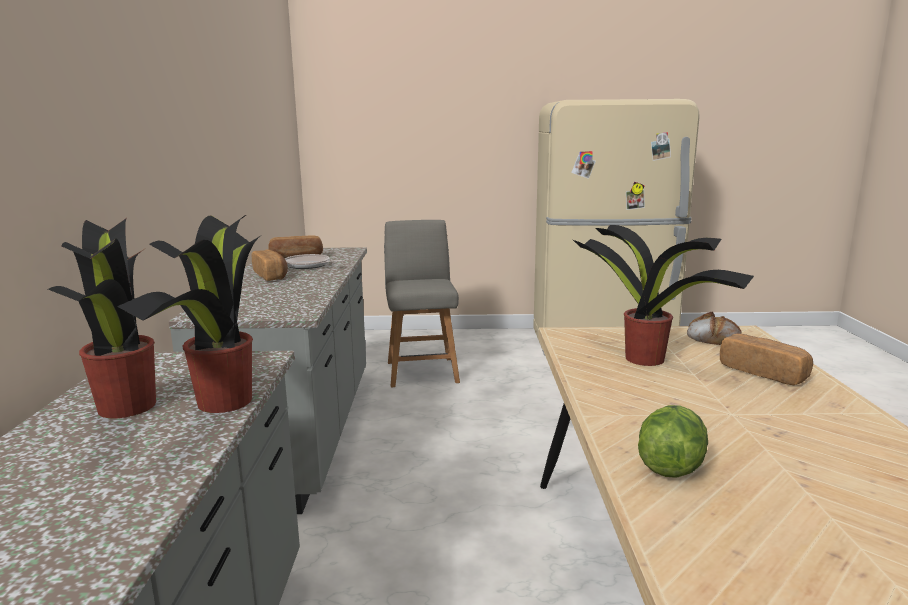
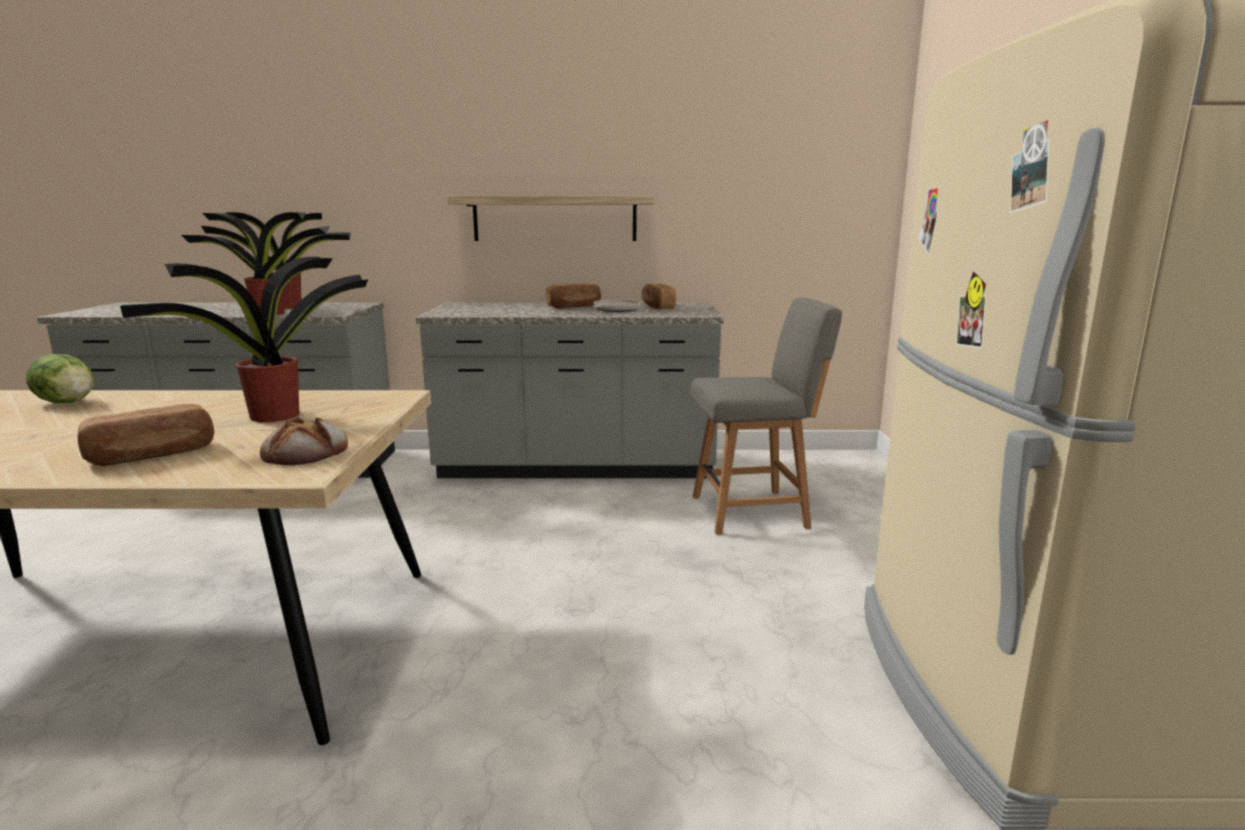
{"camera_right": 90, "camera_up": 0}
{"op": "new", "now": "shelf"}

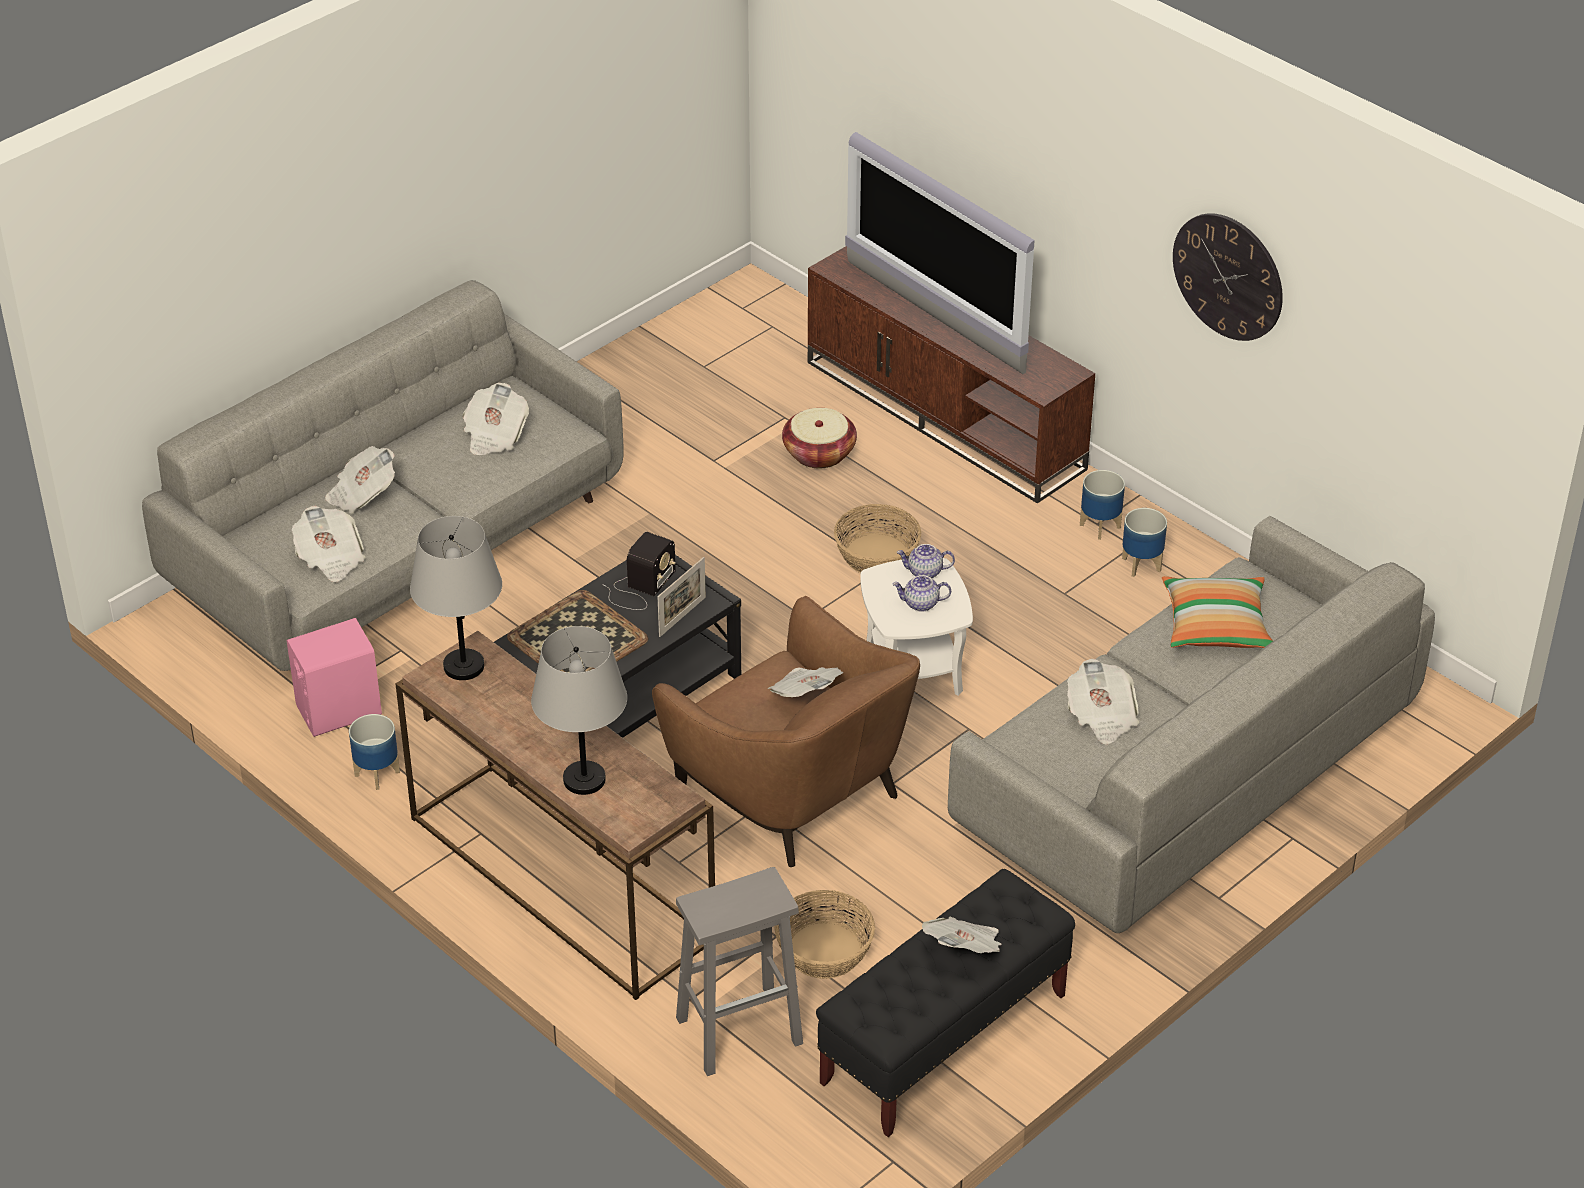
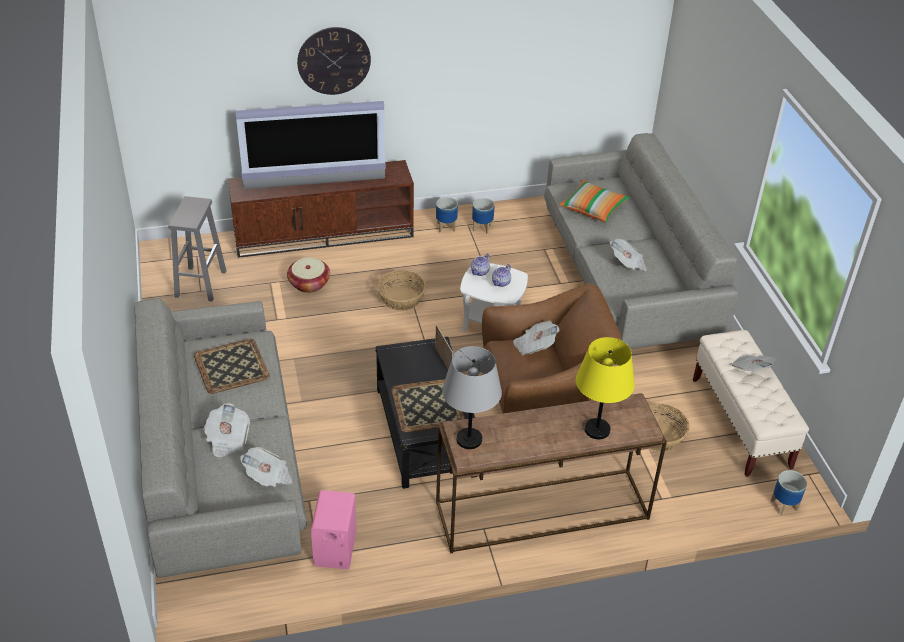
{"camera_right": -60, "camera_up": 0}
{"op": "shifted", "was": "grey stool"}
{"op": "swapped", "was": "newspaper (no. 3 from left)", "now": "tray (no. 1 from left)"}
{"op": "shifted", "was": "wall clock"}
{"op": "repainted", "was": "grey table lamp (no. 2 from left)", "now": "yellow table lamp"}
{"op": "repainted", "was": "black bench", "now": "beige bench"}
{"op": "shifted", "was": "planter (no. 1 from left in the first image)", "now": "planter (no. 3 from left)"}
{"op": "gone", "was": "radio"}

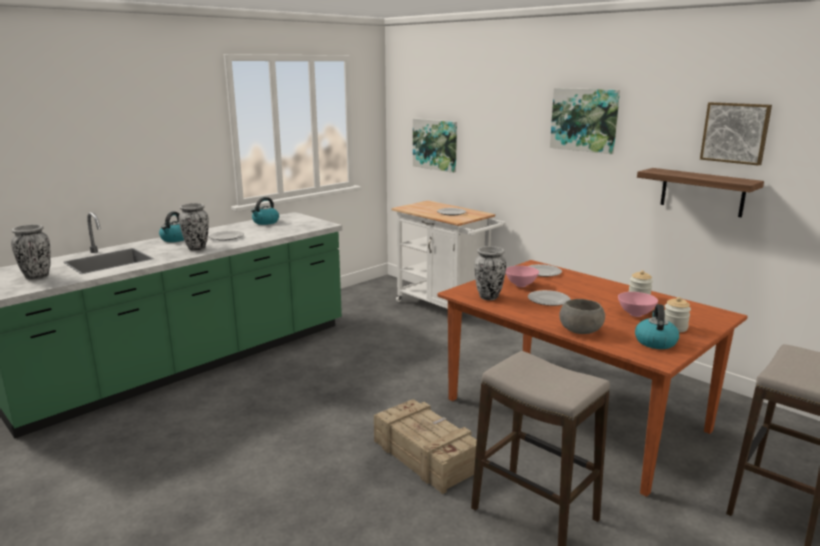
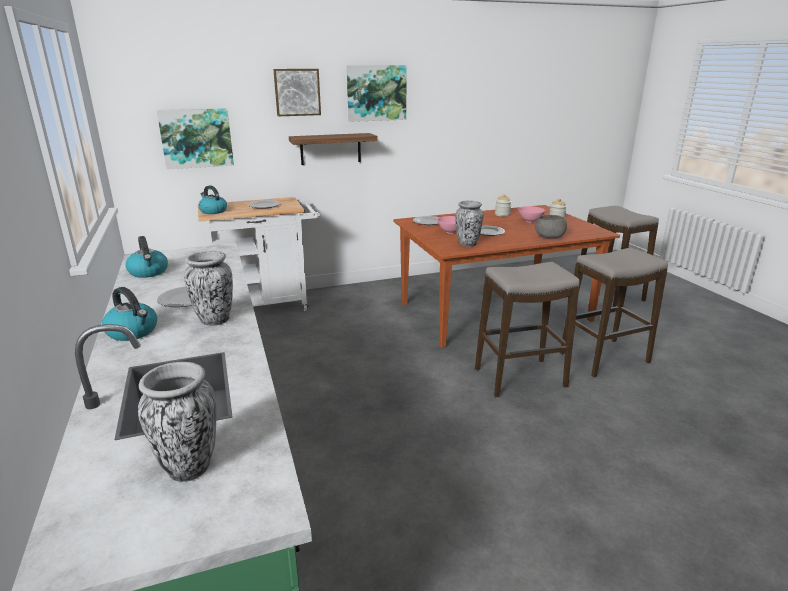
{"camera_right": -65, "camera_up": 5}
{"op": "shifted", "was": "kettle (no. 3 from left)"}
{"op": "shifted", "was": "picture (no. 3 from left in the first image)", "now": "picture (no. 2 from left)"}
{"op": "shifted", "was": "shelf"}
{"op": "swapped", "was": "crate", "now": "stool (no. 1 from left)"}

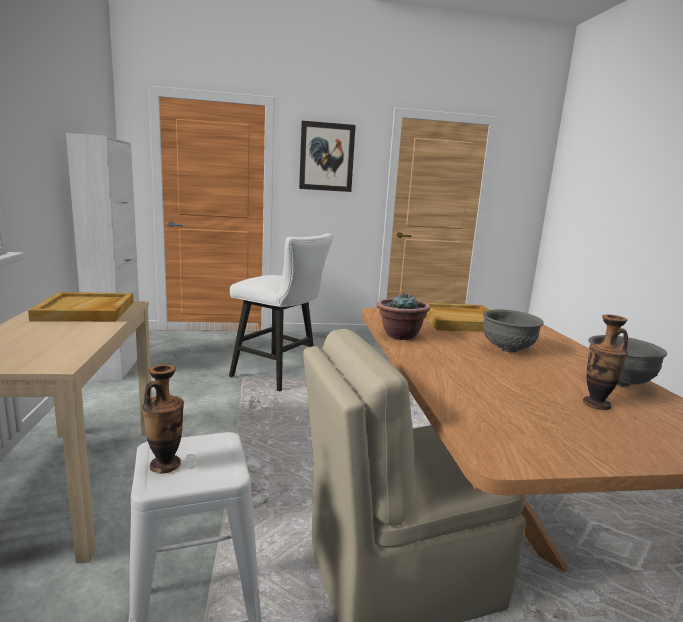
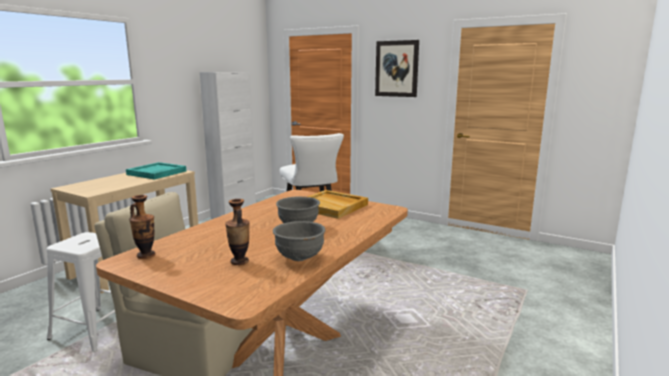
{"camera_right": 40, "camera_up": 0}
{"op": "repainted", "was": "beige tray (no. 1 from left)", "now": "turquoise tray"}
{"op": "shifted", "was": "vase (no. 1 from left)"}
{"op": "gone", "was": "potted plant"}

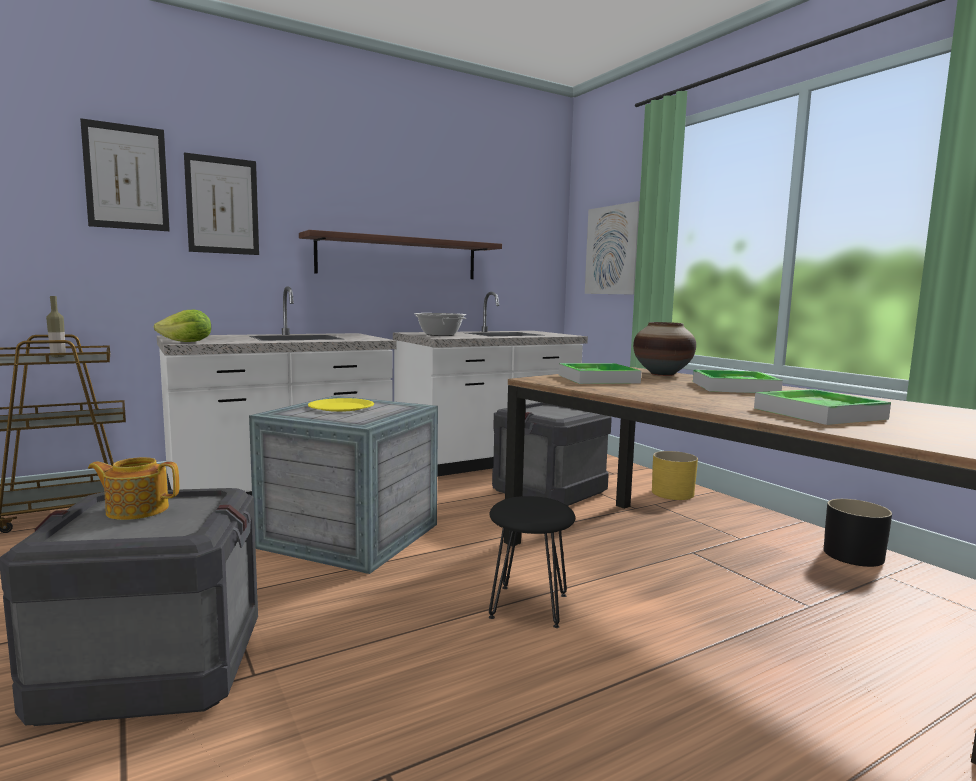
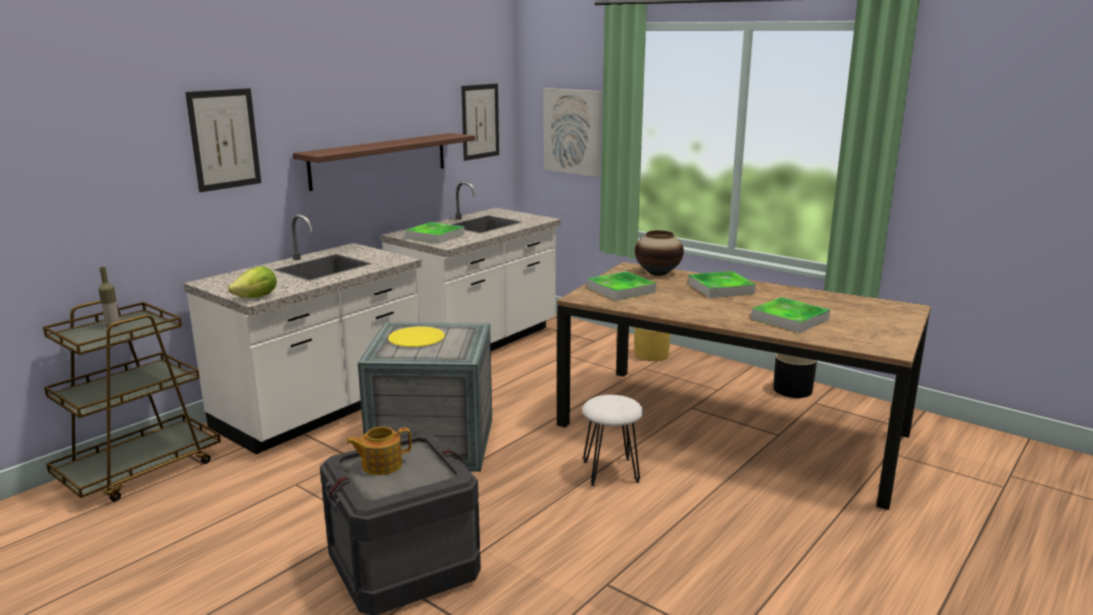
{"camera_right": -20, "camera_up": 10}
{"op": "swapped", "was": "cooking pot", "now": "tray (no. 1 from left)"}
{"op": "shifted", "was": "picture (no. 1 from left in the first image)", "now": "picture (no. 2 from left)"}
{"op": "repainted", "was": "black stool", "now": "white stool"}
{"op": "gone", "was": "crate (no. 3 from left)"}

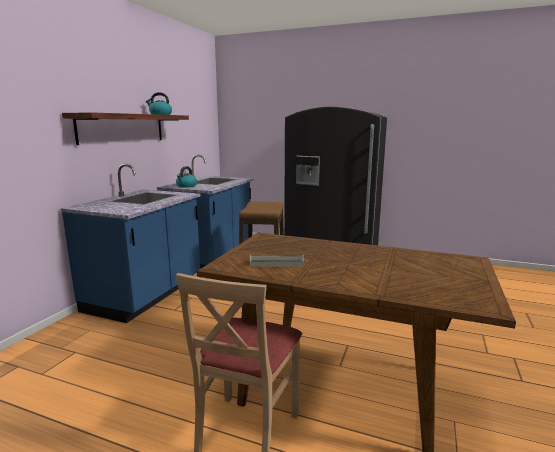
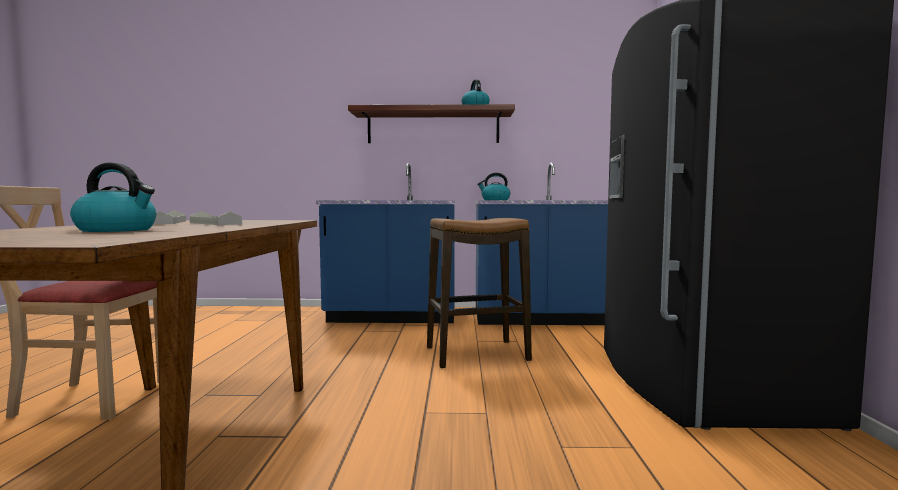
{"camera_right": 70, "camera_up": -10}
{"op": "new", "now": "kettle (no. 1 from left)"}
{"op": "new", "now": "grey tray (no. 2 from left)"}

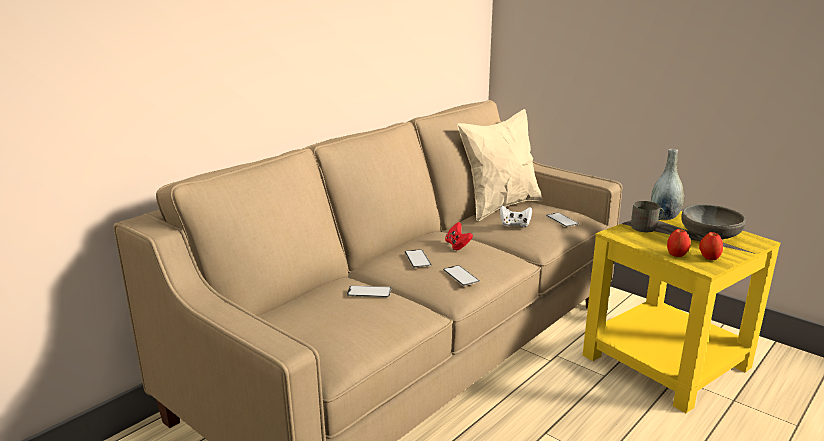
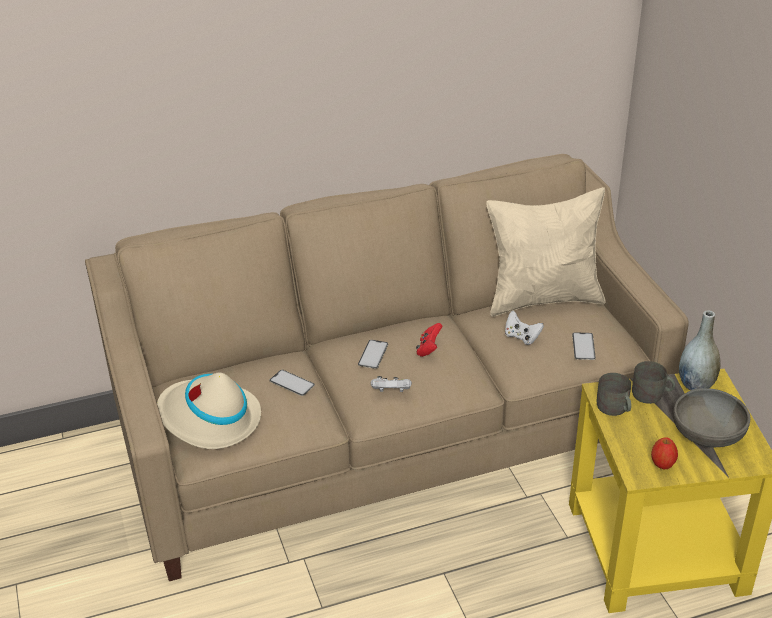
{"camera_right": 30, "camera_up": 15}
{"op": "new", "now": "beige hat"}
{"op": "swapped", "was": "phone (no. 3 from left)", "now": "white game controller (no. 1 from left)"}
{"op": "new", "now": "grey mug (no. 1 from left)"}
{"op": "gone", "was": "apple (no. 1 from left)"}

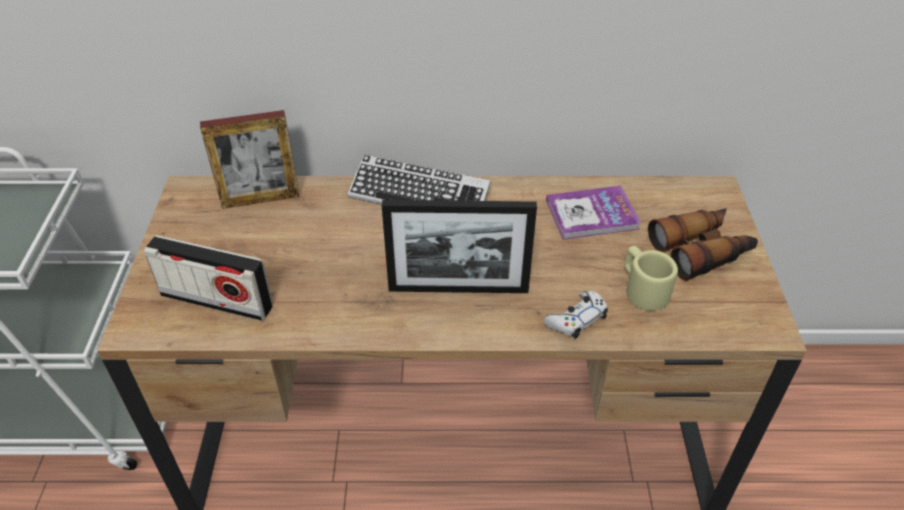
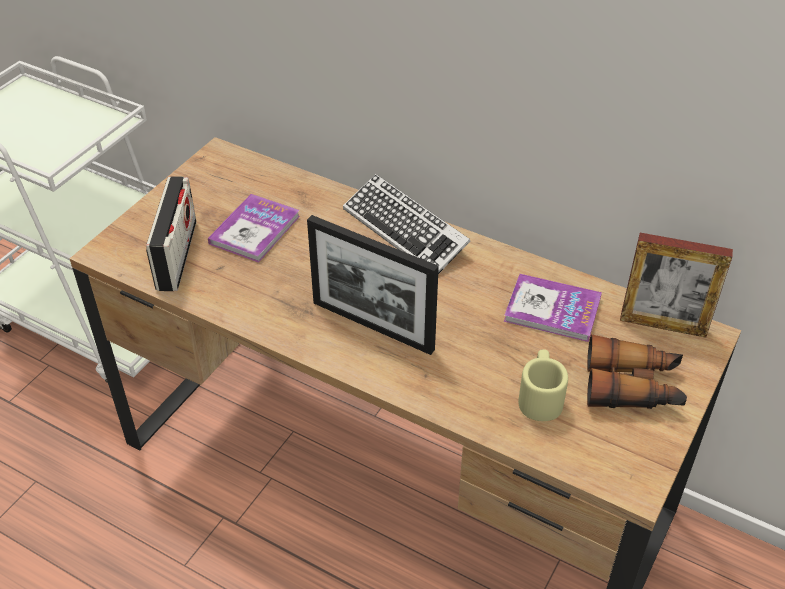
{"camera_right": 30, "camera_up": 0}
{"op": "rotated", "was": "radio", "clockwise": -135}
{"op": "new", "now": "book (no. 1 from left)"}
{"op": "shifted", "was": "picture frame (no. 1 from left in the first image)", "now": "picture frame (no. 2 from left)"}
{"op": "gone", "was": "white game controller"}

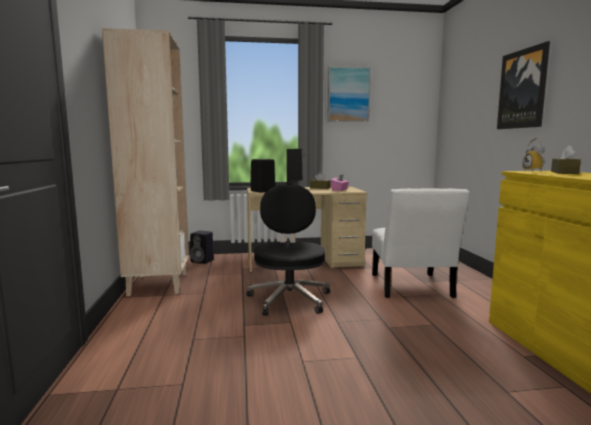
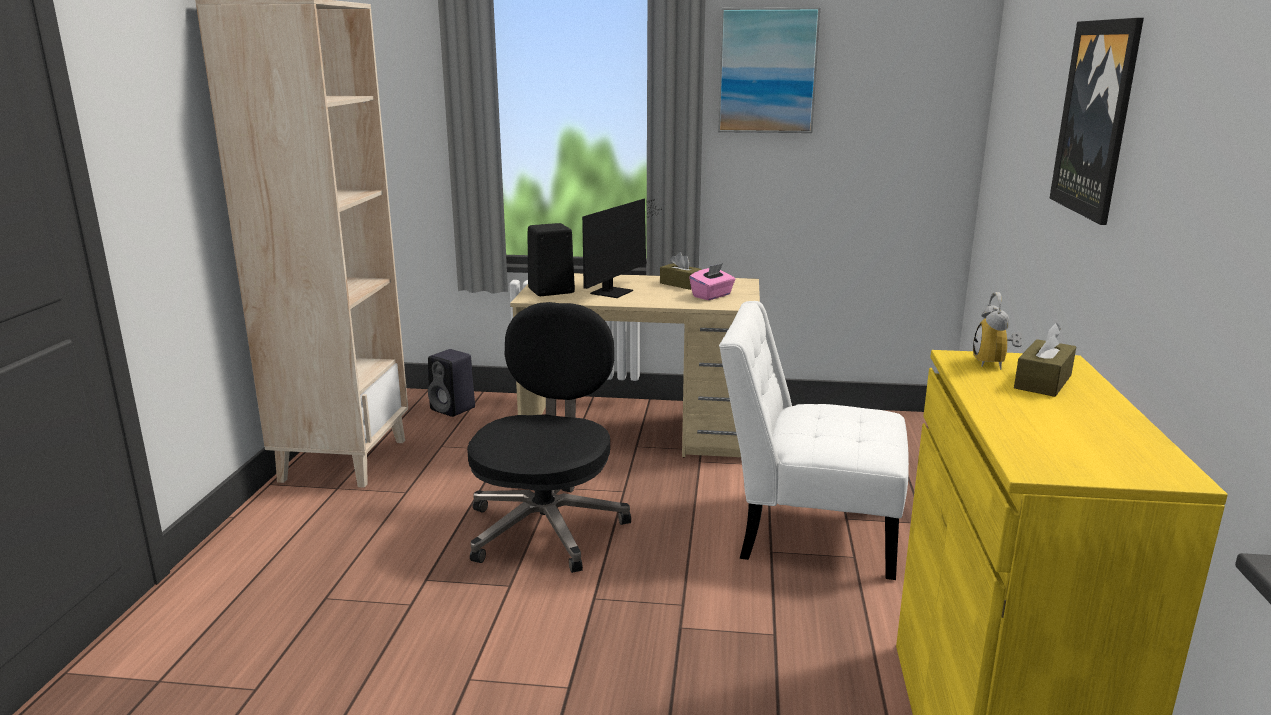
{"camera_right": 15, "camera_up": 10}
{"op": "rotated", "was": "white chair", "clockwise": 90}

